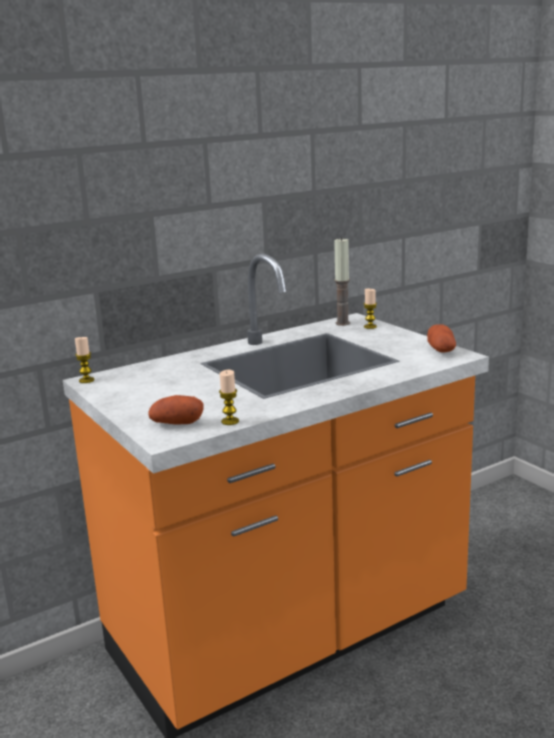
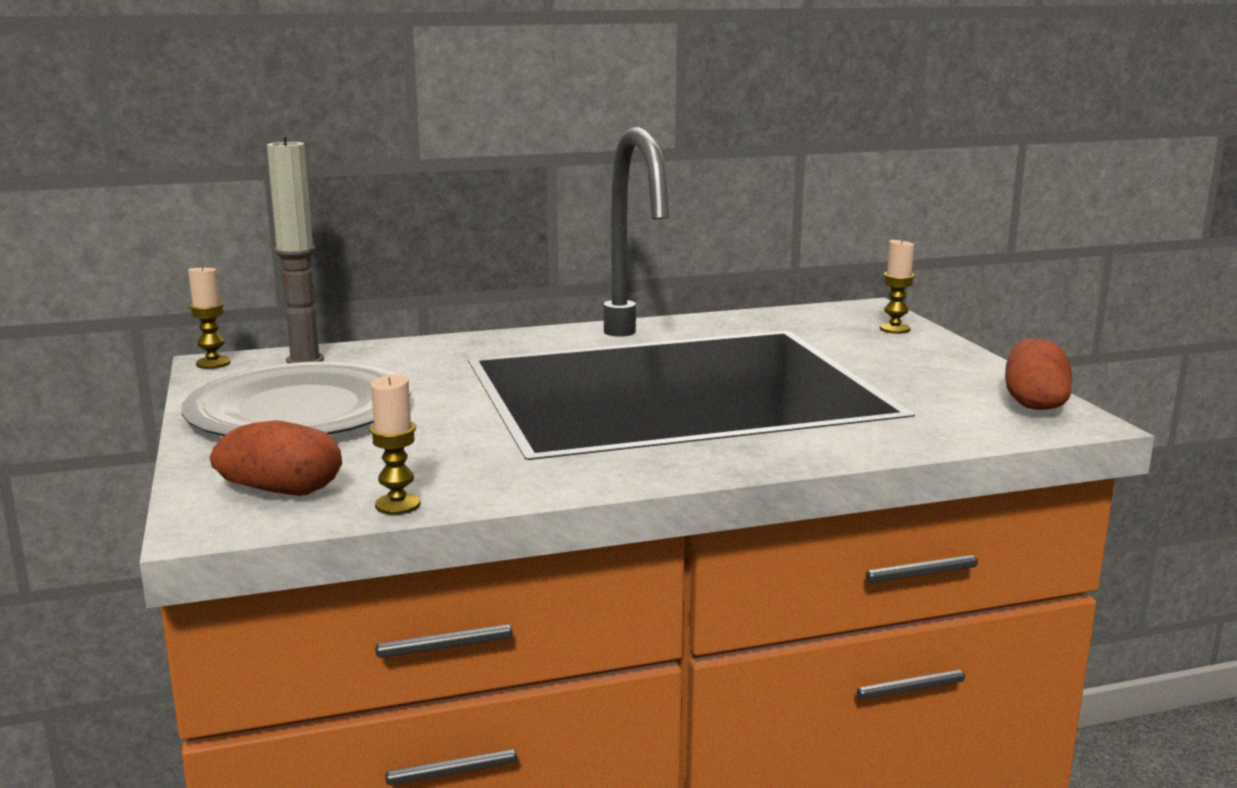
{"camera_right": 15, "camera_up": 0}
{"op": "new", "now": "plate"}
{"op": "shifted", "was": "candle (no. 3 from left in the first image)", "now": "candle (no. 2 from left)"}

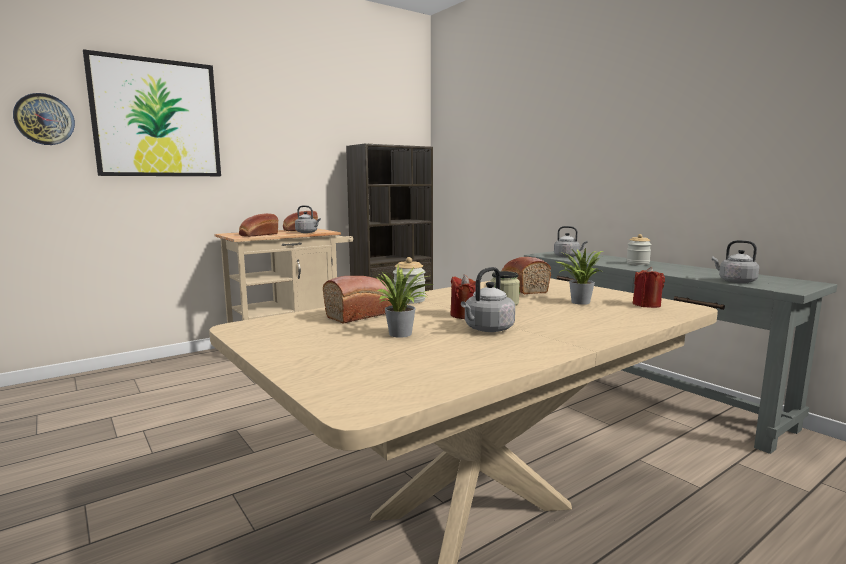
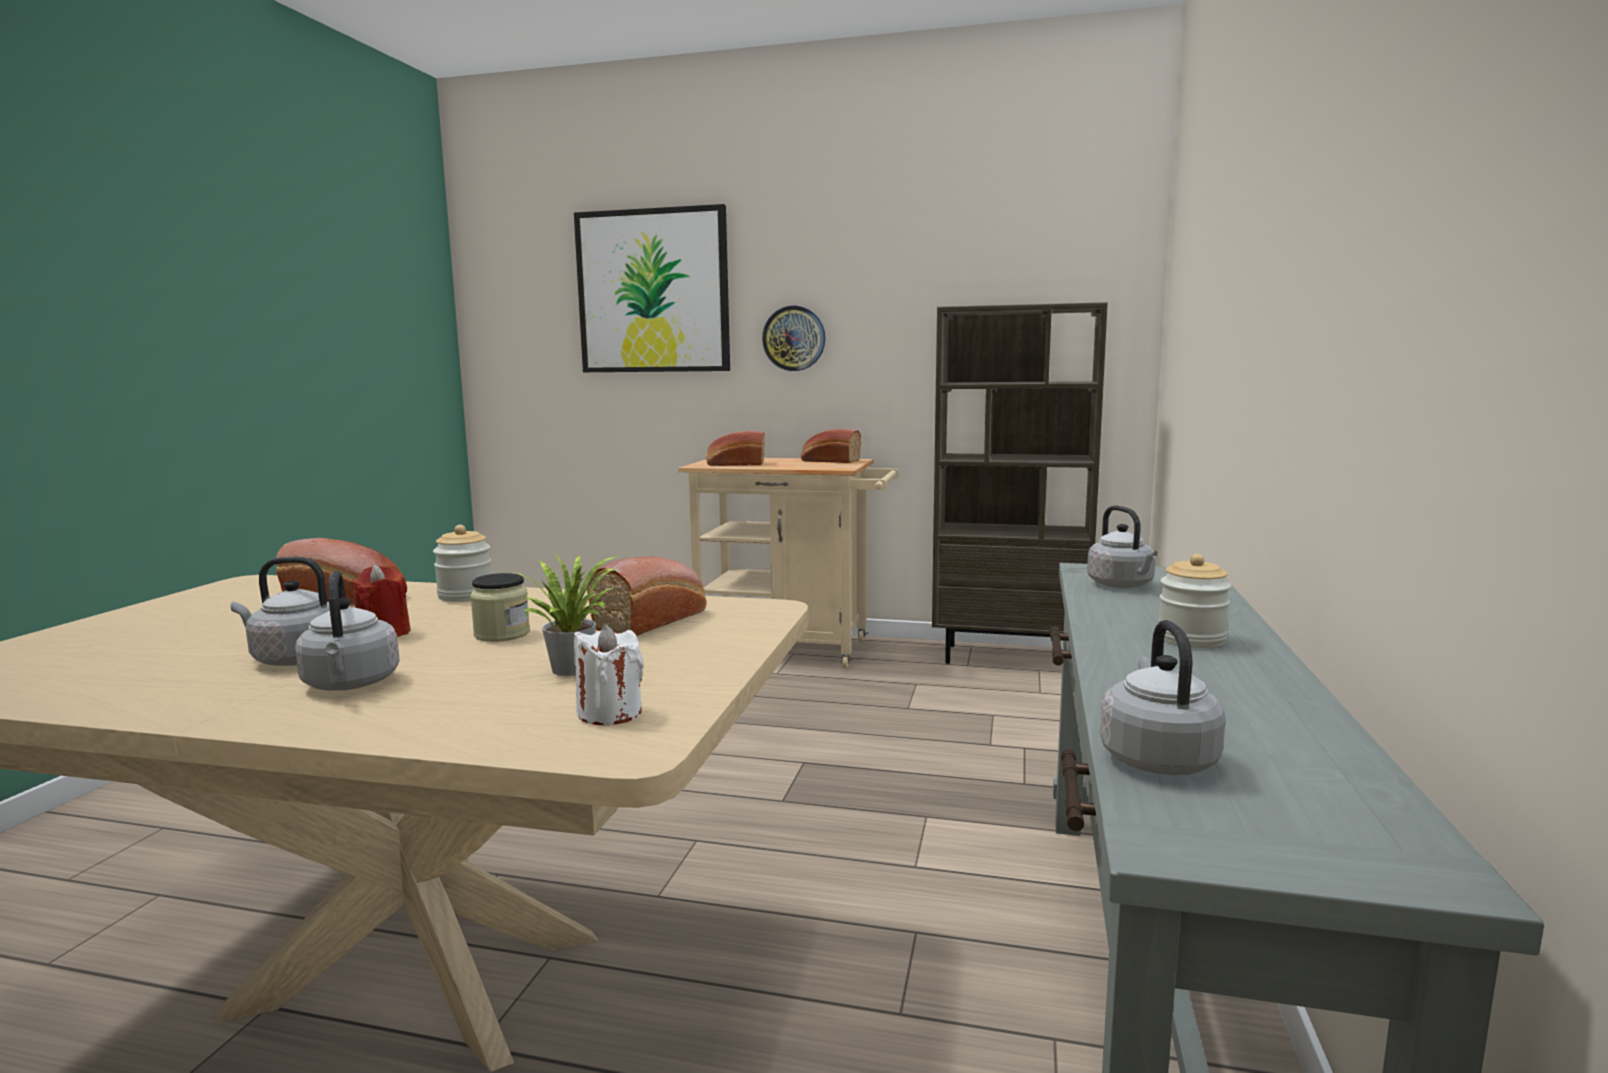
{"camera_right": 50, "camera_up": 0}
{"op": "shifted", "was": "grey kettle (no. 1 from left in the first image)", "now": "grey kettle (no. 2 from left)"}
{"op": "repainted", "was": "red candle (no. 2 from left)", "now": "white candle"}
{"op": "shifted", "was": "wall clock"}
{"op": "gone", "was": "potted plant (no. 1 from left)"}

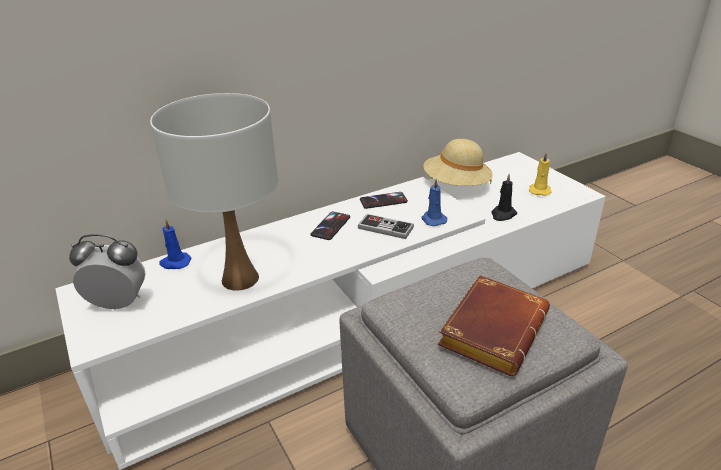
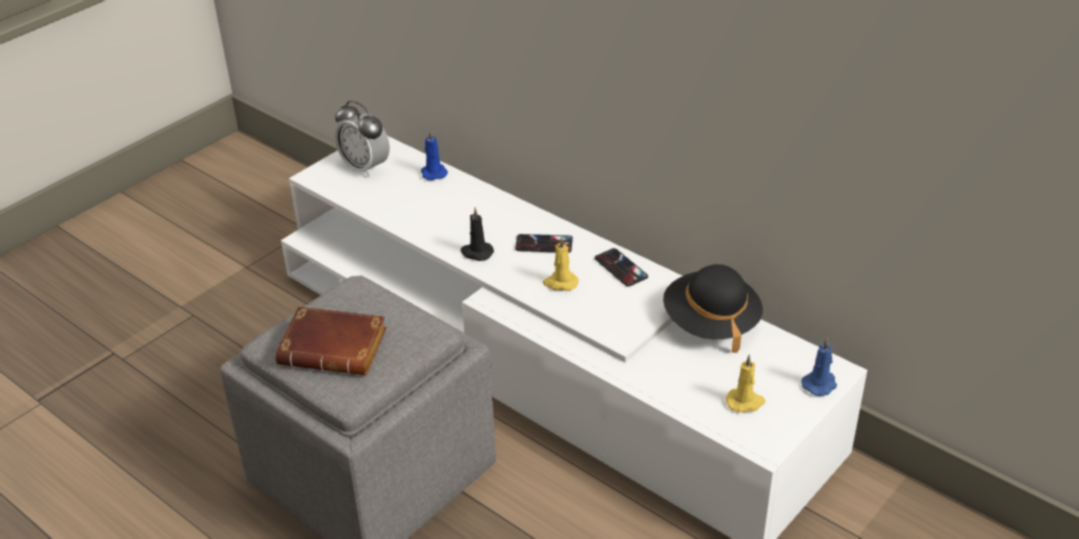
{"camera_right": 70, "camera_up": 5}
{"op": "rotated", "was": "alarm clock", "clockwise": 150}
{"op": "shifted", "was": "black candle"}
{"op": "swapped", "was": "game controller", "now": "yellow candle (no. 1 from left)"}
{"op": "repainted", "was": "beige hat", "now": "black hat"}
{"op": "shifted", "was": "blue candle (no. 2 from left)"}
{"op": "gone", "was": "white table lamp"}

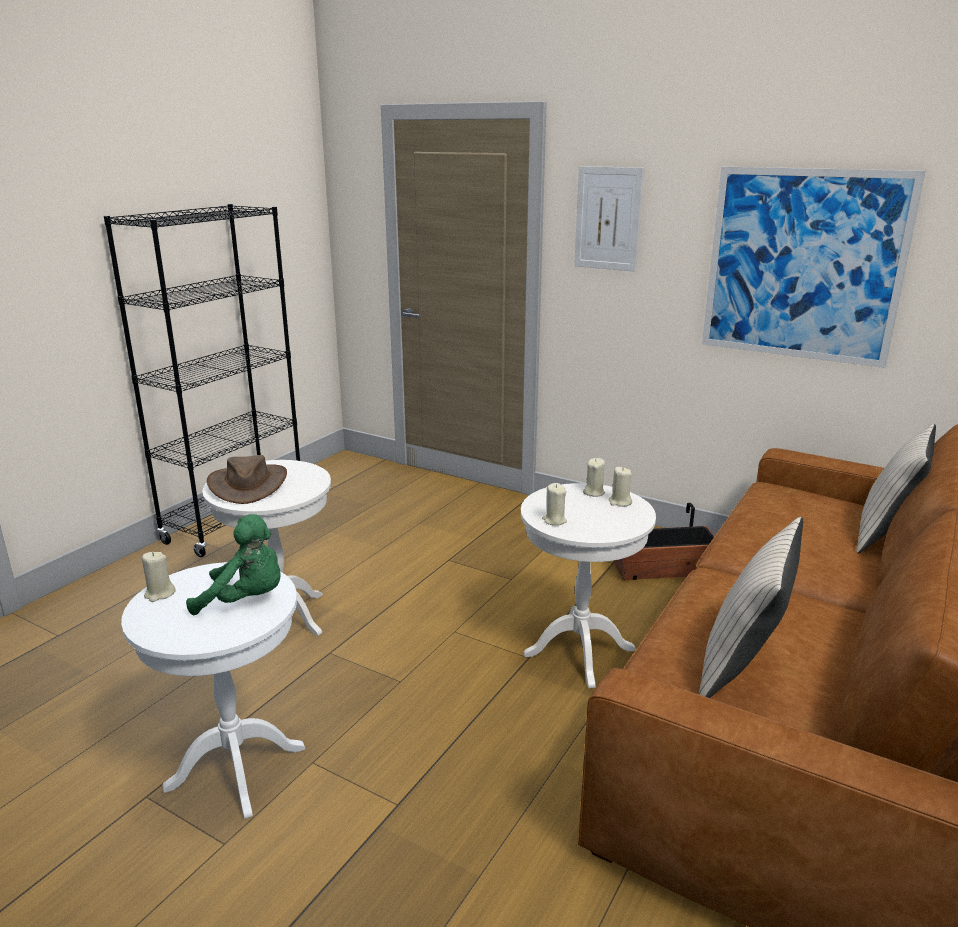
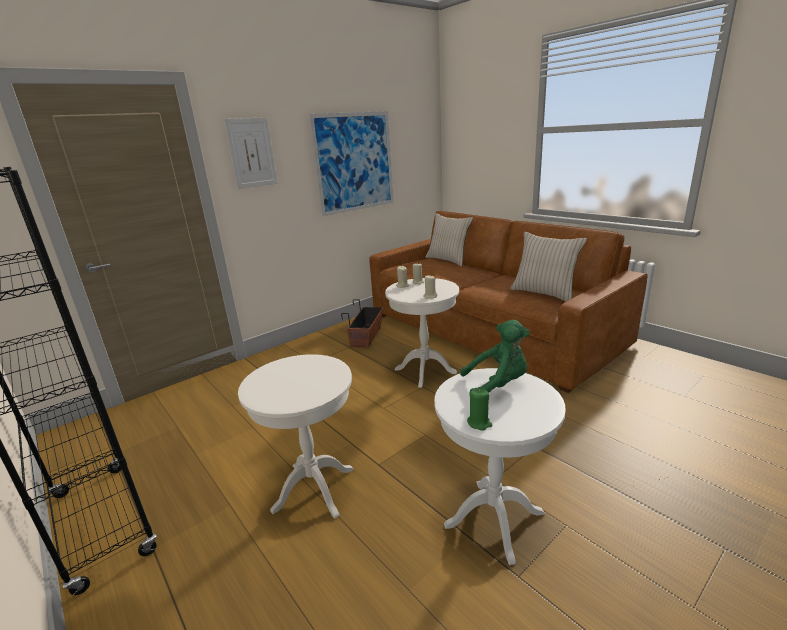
{"camera_right": -70, "camera_up": 0}
{"op": "rotated", "was": "green plush toy", "clockwise": 60}
{"op": "repainted", "was": "beige candle (no. 1 from left)", "now": "green candle"}
{"op": "gone", "was": "brown hat"}

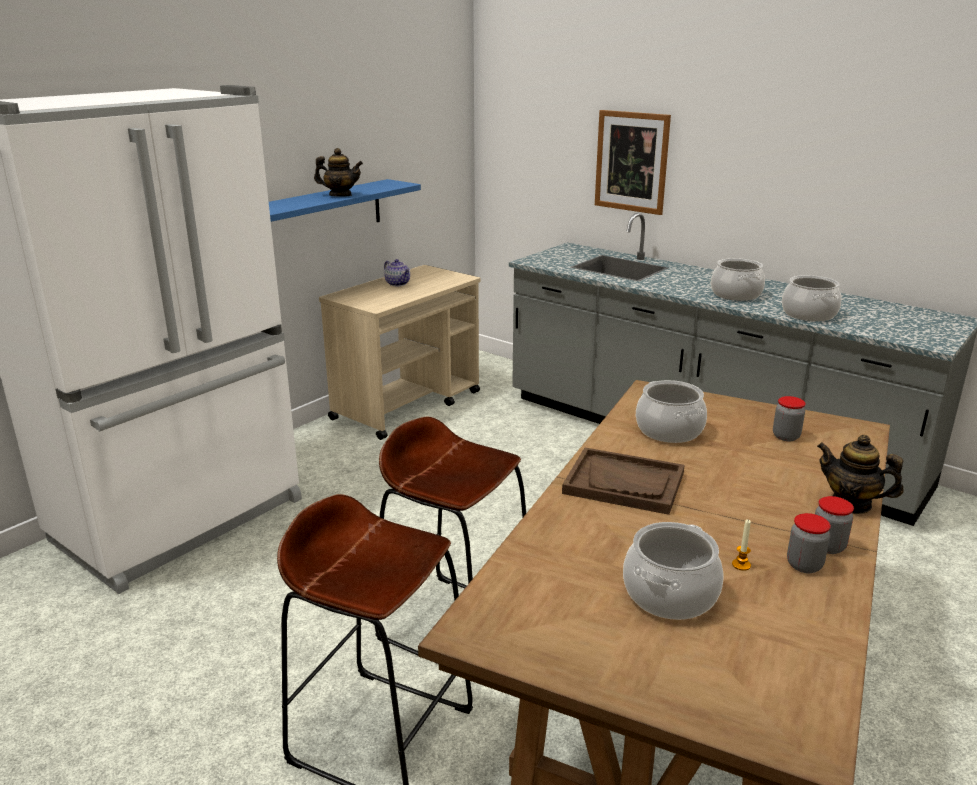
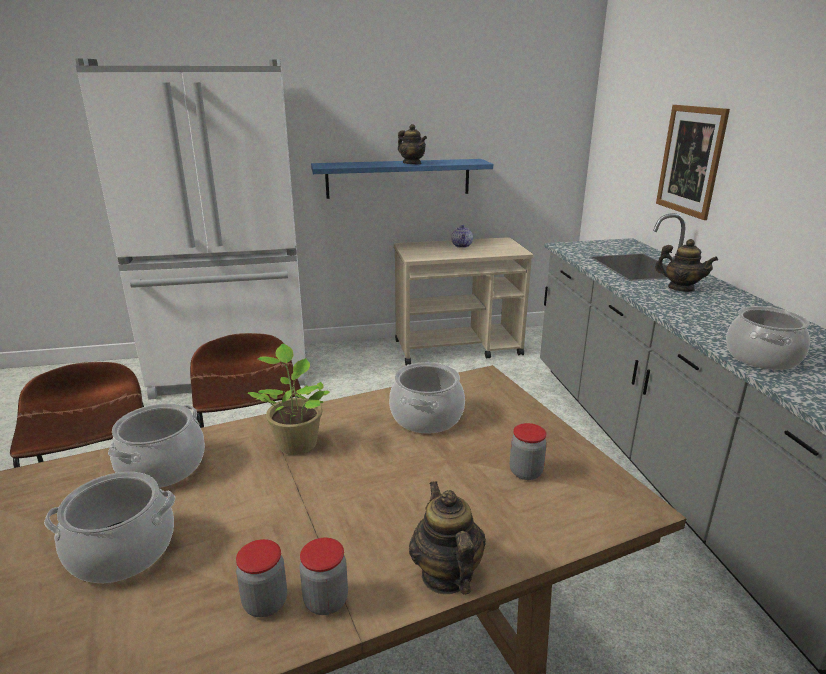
{"camera_right": 40, "camera_up": 0}
{"op": "shifted", "was": "cooking pot (no. 3 from left in the first image)", "now": "cooking pot (no. 2 from left)"}
{"op": "swapped", "was": "brown tray", "now": "potted plant"}
{"op": "new", "now": "teapot (no. 4 from left)"}
{"op": "gone", "was": "candle"}

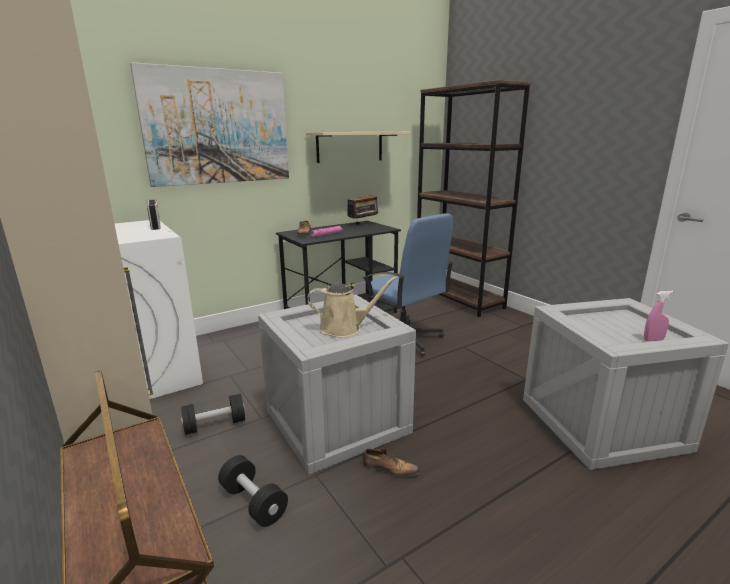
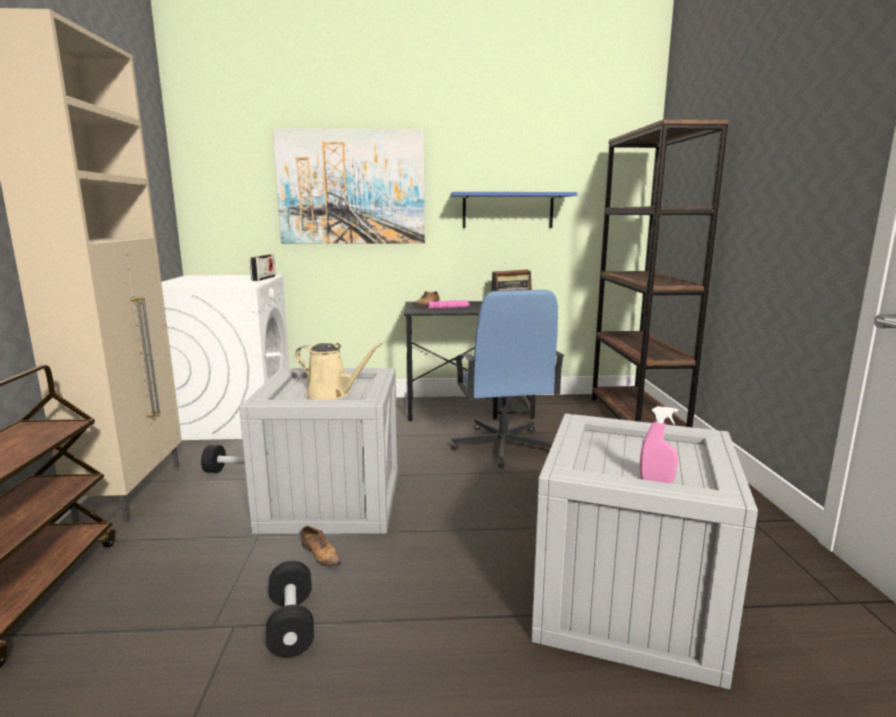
{"camera_right": 30, "camera_up": -5}
{"op": "shifted", "was": "black dumbbell (no. 2 from left)"}
{"op": "repainted", "was": "beige shelf", "now": "blue shelf"}

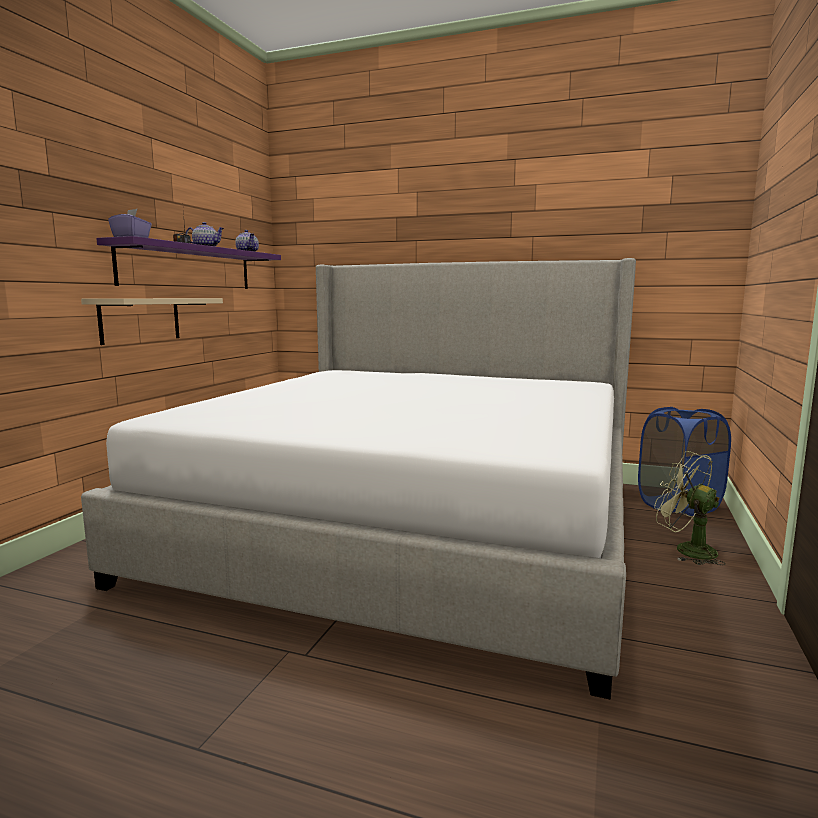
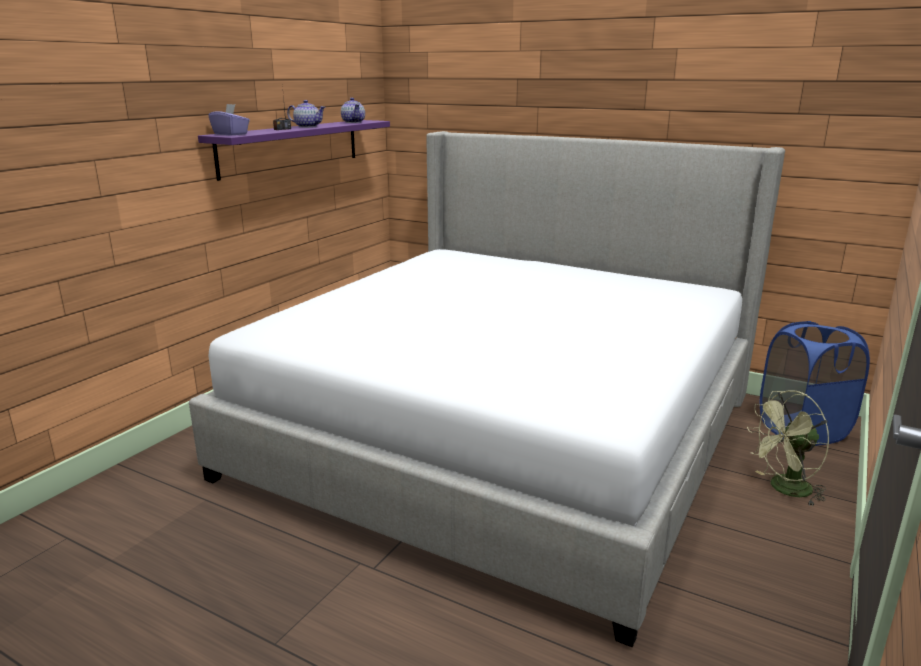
{"camera_right": 10, "camera_up": 10}
{"op": "rotated", "was": "green fan", "clockwise": -75}
{"op": "gone", "was": "beige shelf"}

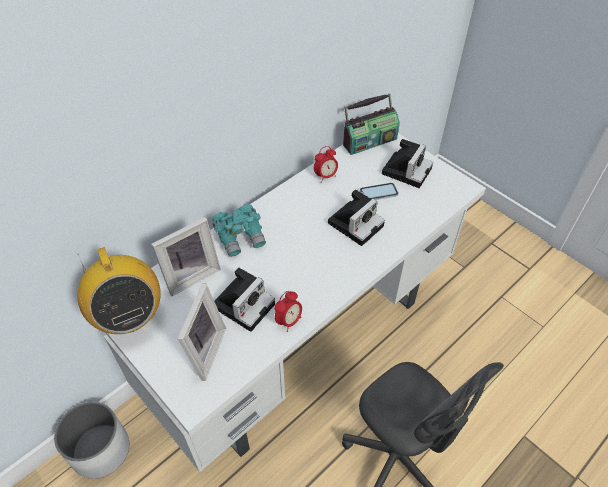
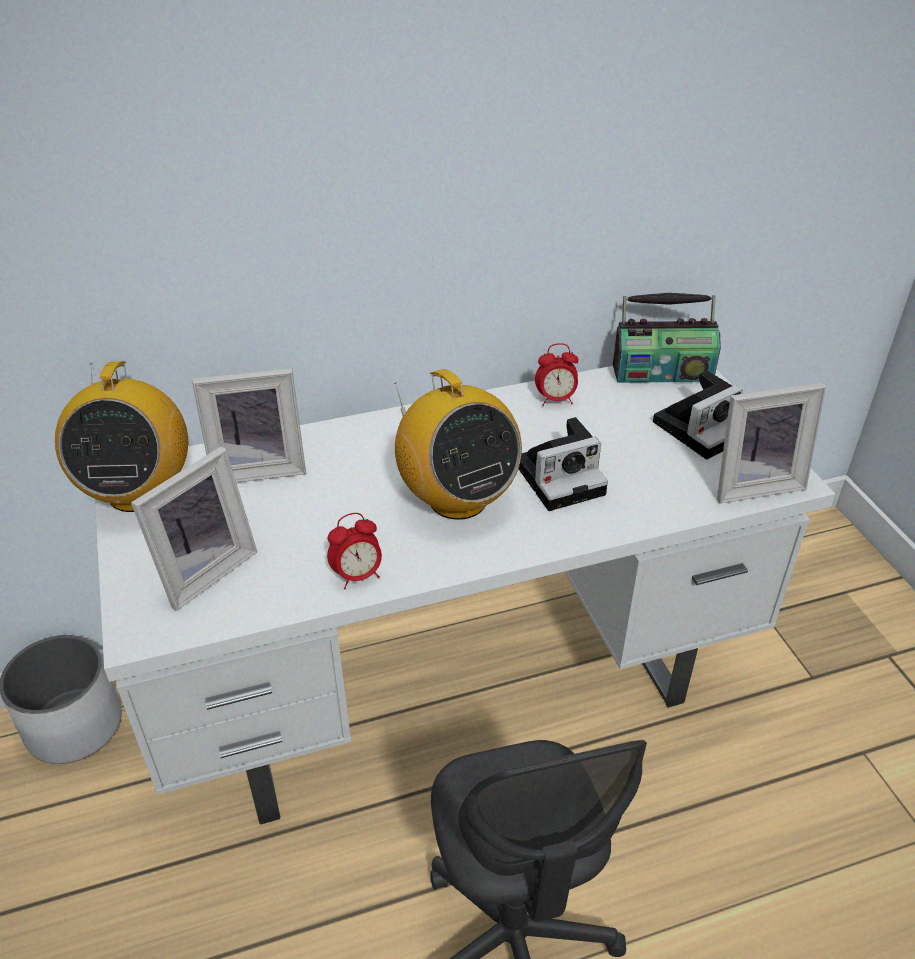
{"camera_right": 25, "camera_up": -10}
{"op": "new", "now": "radio (no. 2 from left)"}
{"op": "new", "now": "picture frame (no. 3 from left)"}
{"op": "gone", "was": "turquoise binoculars"}
{"op": "gone", "was": "photo camera (no. 1 from left)"}
{"op": "gone", "was": "phone"}

